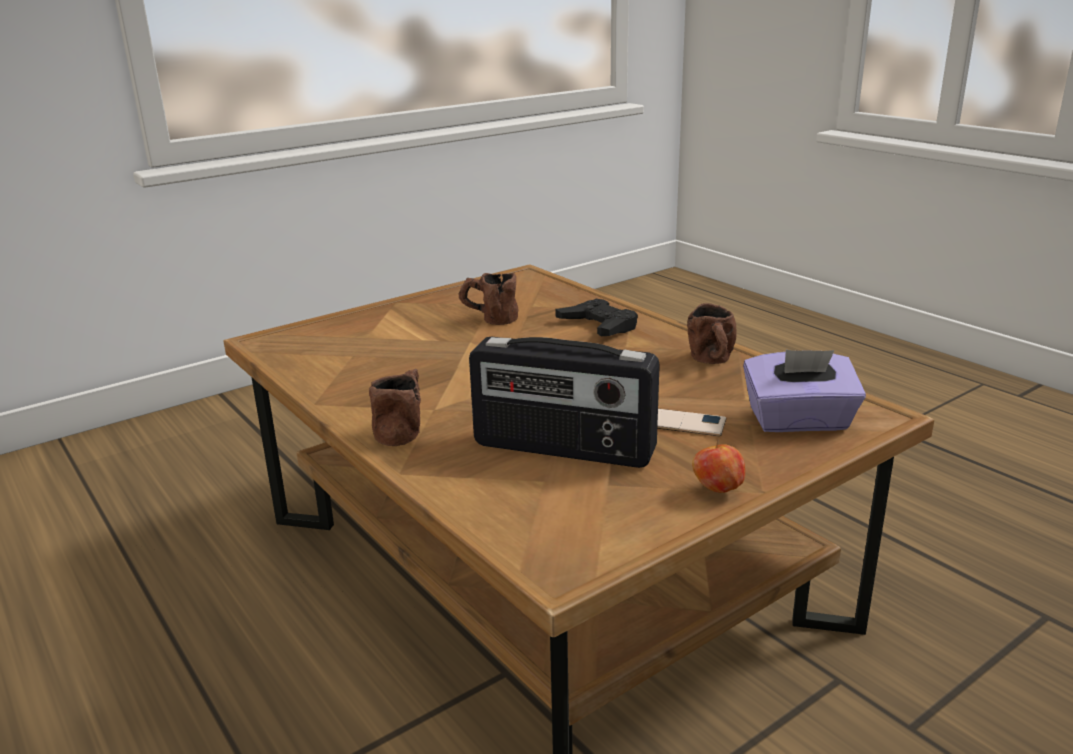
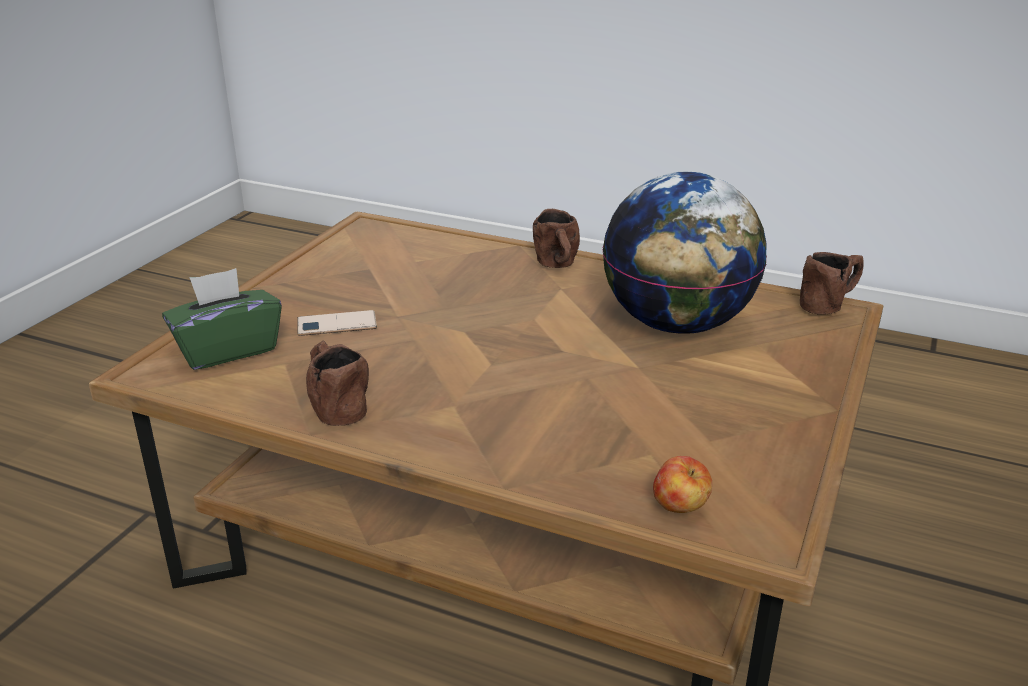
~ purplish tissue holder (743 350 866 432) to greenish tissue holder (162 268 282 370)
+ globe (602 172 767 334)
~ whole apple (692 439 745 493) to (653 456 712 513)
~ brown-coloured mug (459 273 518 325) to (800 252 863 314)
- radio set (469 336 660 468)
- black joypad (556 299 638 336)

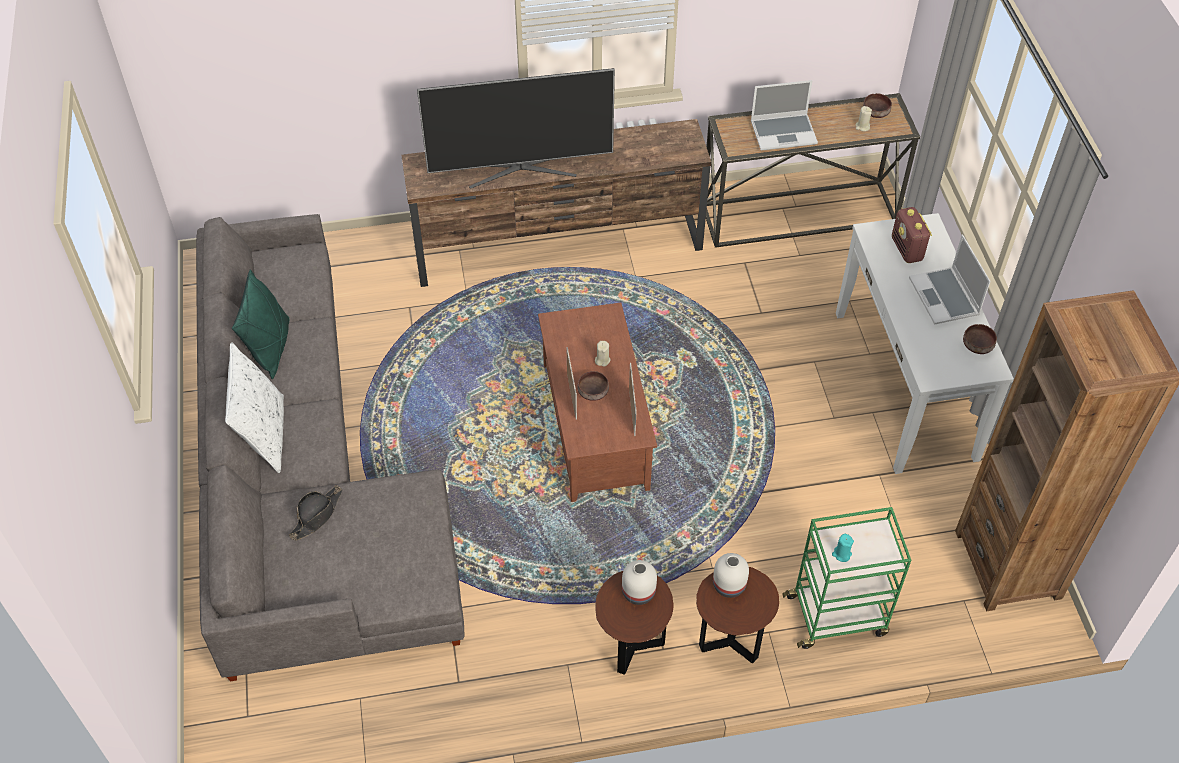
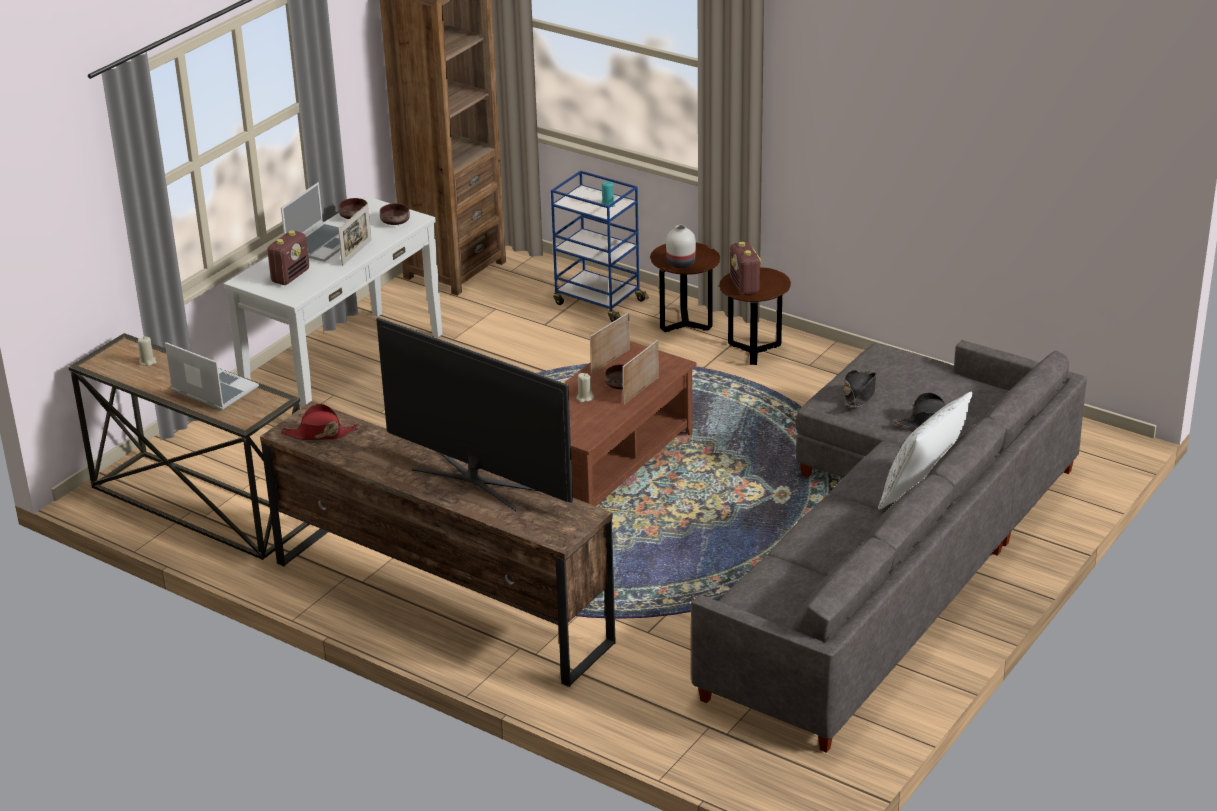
+ red-coloured clothing hat (281 404 360 440)
+ standing frame (338 204 371 266)
~ brown-coloured serving bowl (863 93 892 118) to (380 203 410 225)
~ greenish wheeled cart (782 507 911 649) to blue wheeled cart (551 170 649 322)
~ whitish vase (622 560 657 605) to radio set (730 242 763 295)
+ black clothing hat (844 370 876 408)
- greenish pillow (232 269 289 379)

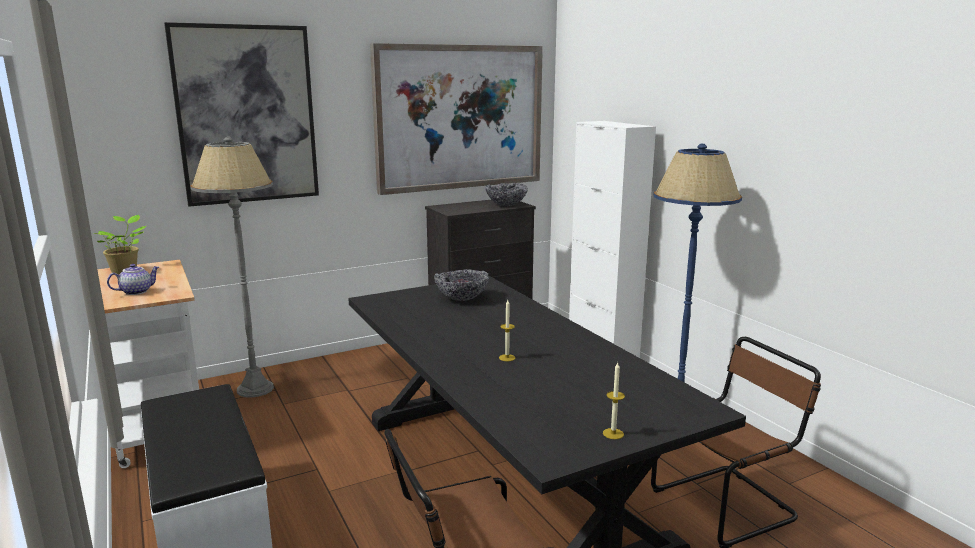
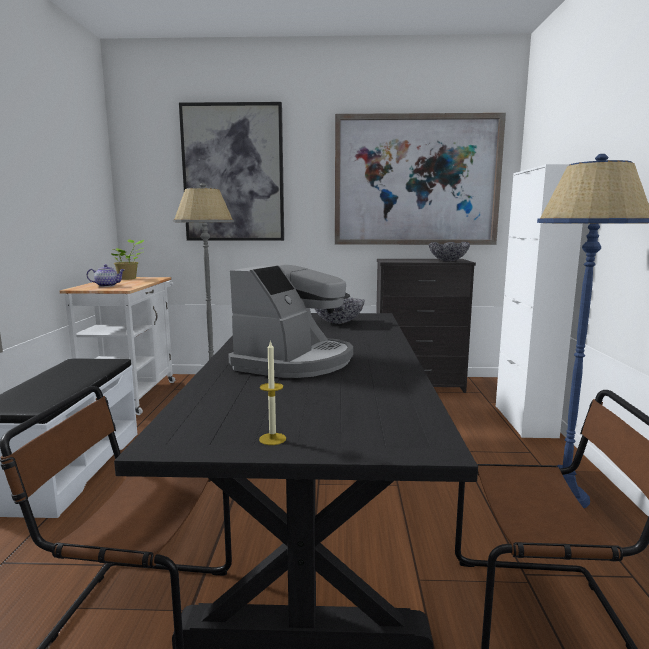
~ wax light (499 300 515 361) to coffee brewer (228 263 353 378)

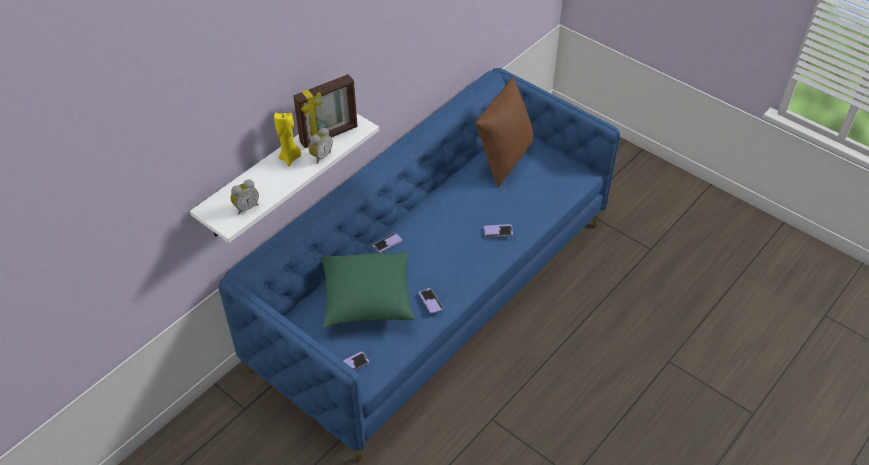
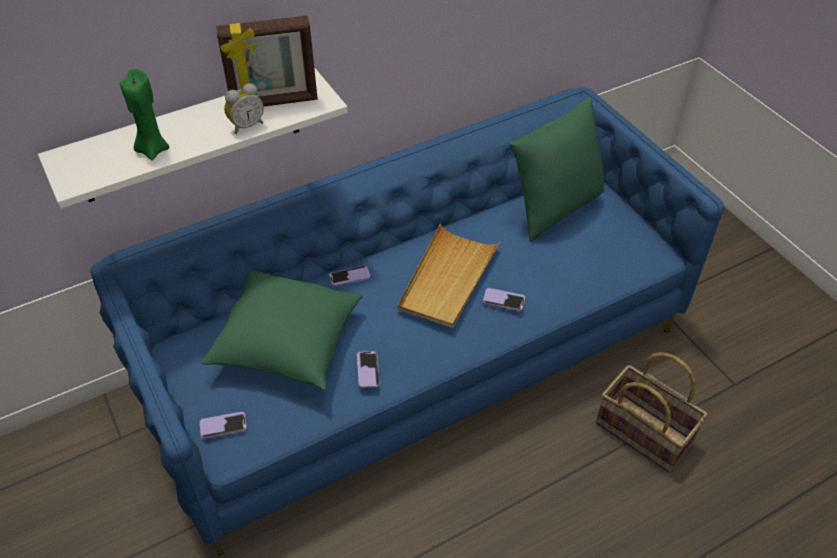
+ greenish wax light (120 69 169 160)
+ sand-coloured serving tray (397 224 500 328)
~ brown-coloured pillow (475 78 533 187) to greenish pillow (509 97 604 242)
+ basket (596 352 708 473)
- bedside clock (230 180 259 215)
- yellow wax light (274 112 301 166)

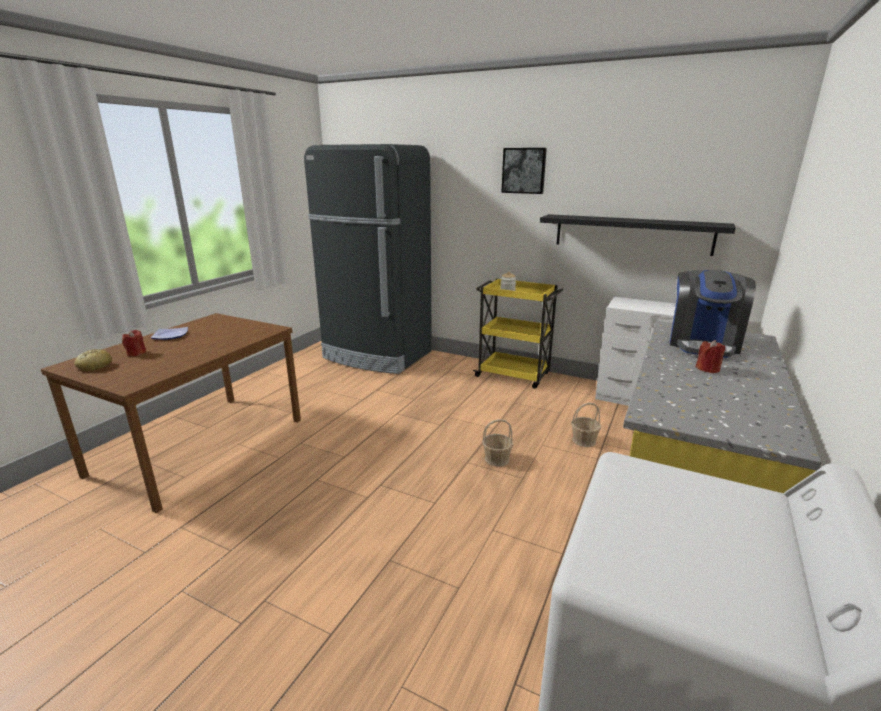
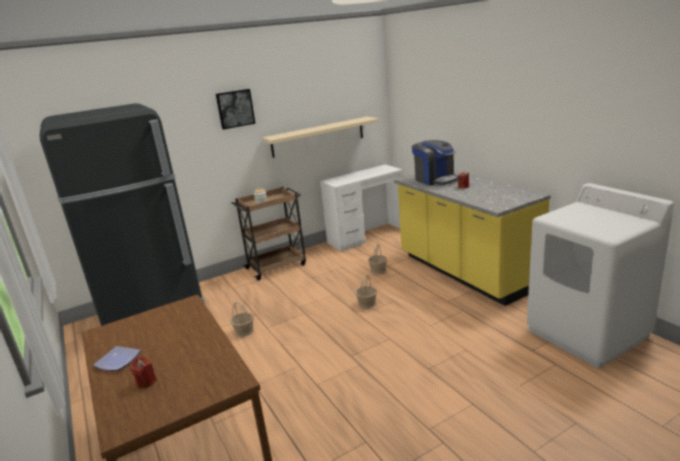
+ basket (231 302 254 337)
~ yellow wheeled cart (473 278 563 389) to brown-coloured wheeled cart (232 187 306 280)
~ black wall shelf (540 214 735 256) to sand-coloured wall shelf (262 117 379 158)
- baked bread (74 349 112 371)

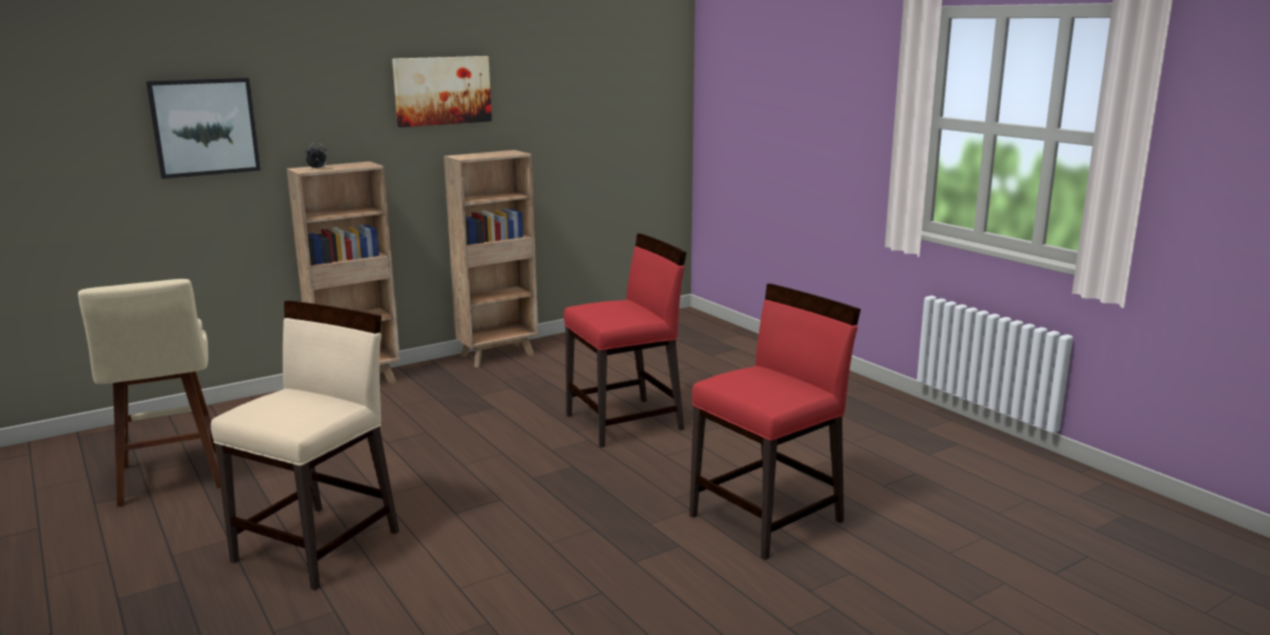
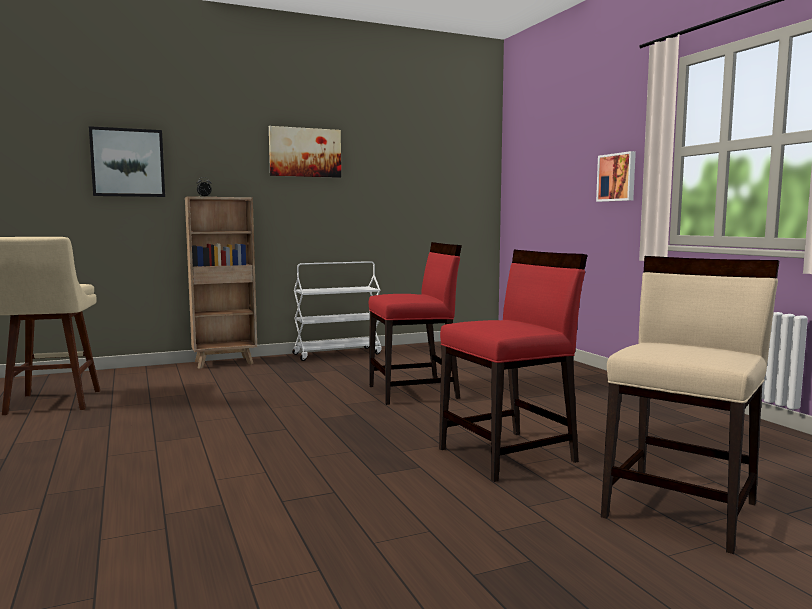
~ brown-coloured bookshelf (444 150 538 367) to whitish wheeled cart (292 261 382 361)
+ wall art (596 151 636 202)
~ sand-coloured chair (211 301 399 591) to (601 256 779 554)

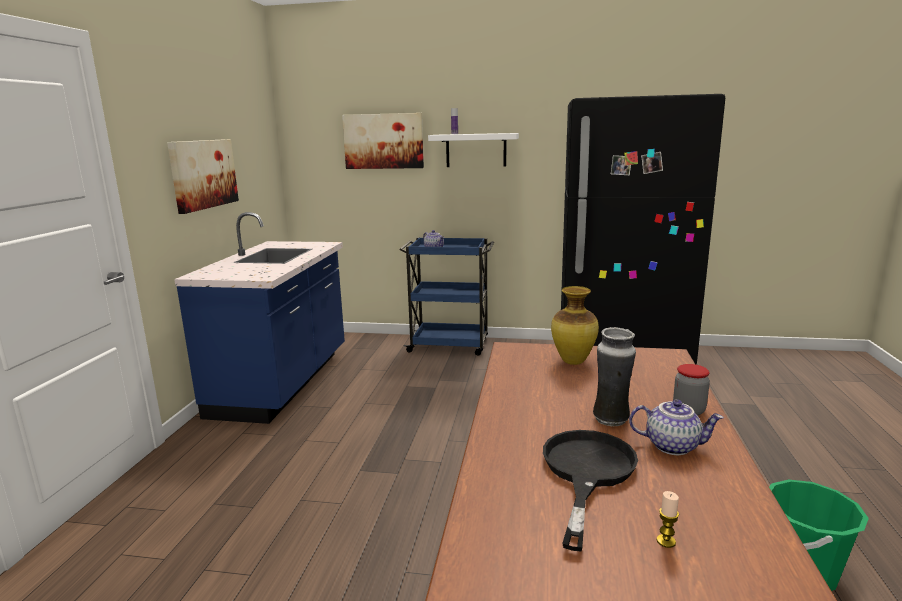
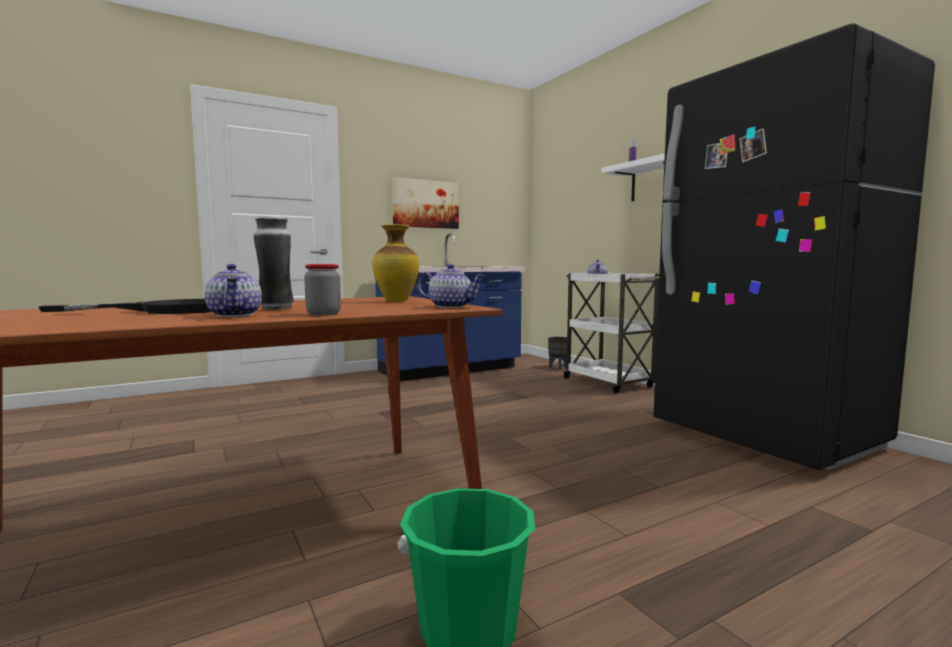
+ teapot (417 264 485 308)
+ black flower pot (548 337 567 370)
~ blue wheeled cart (400 237 494 356) to whitish wheeled cart (563 273 659 393)
- wall art (342 113 424 169)
- wax light (656 491 679 548)

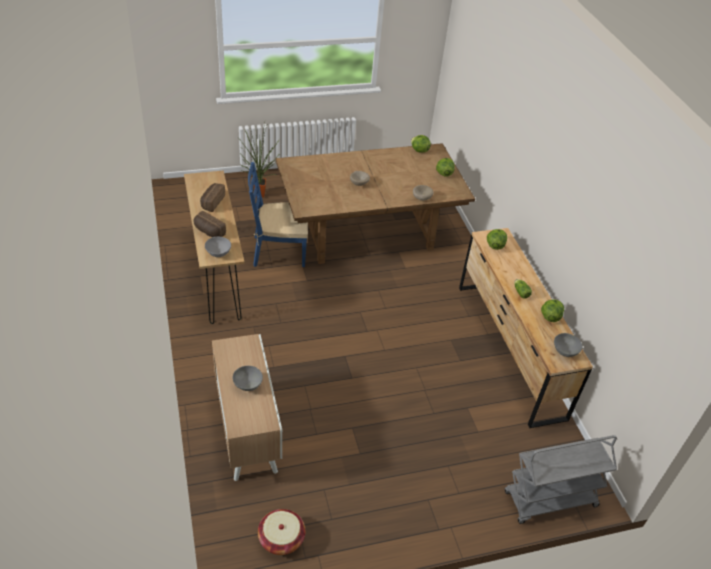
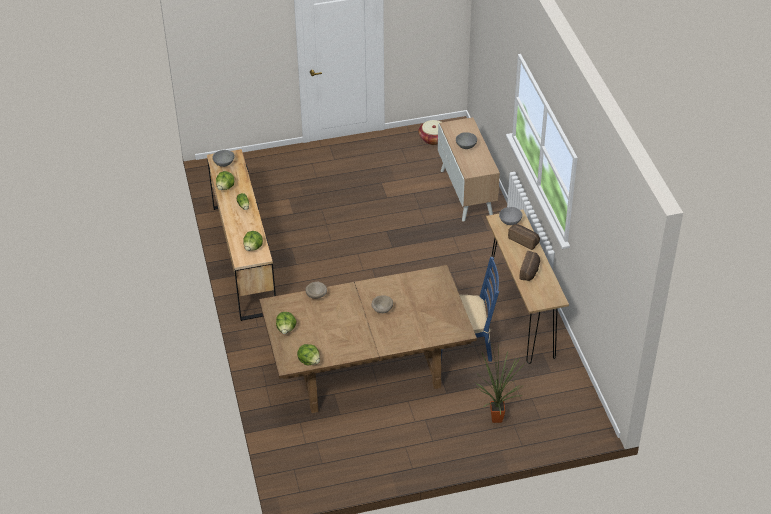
- grey wheeled cart (504 435 617 524)

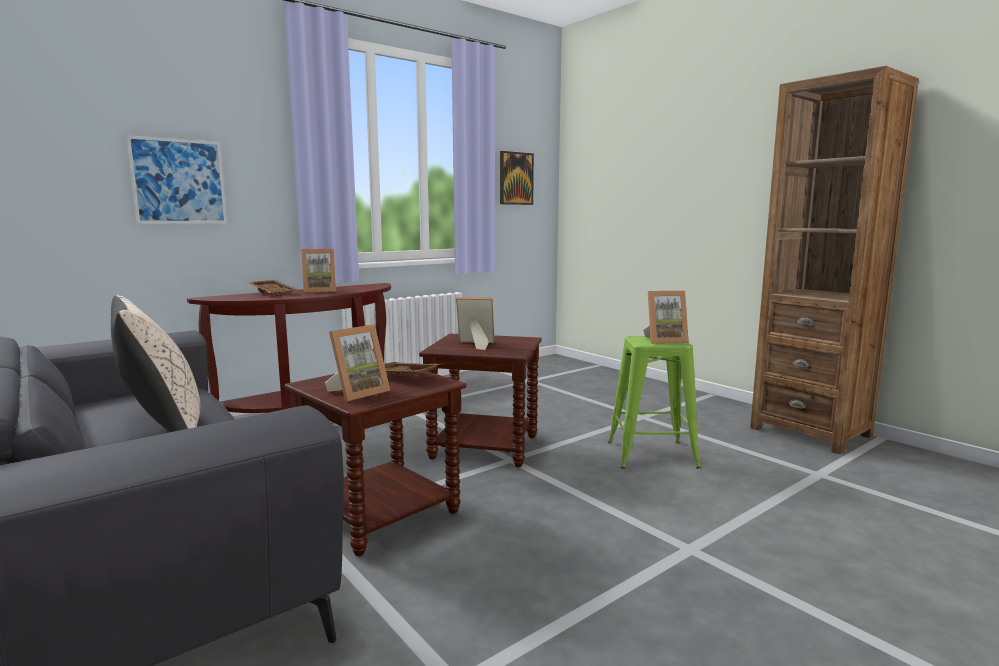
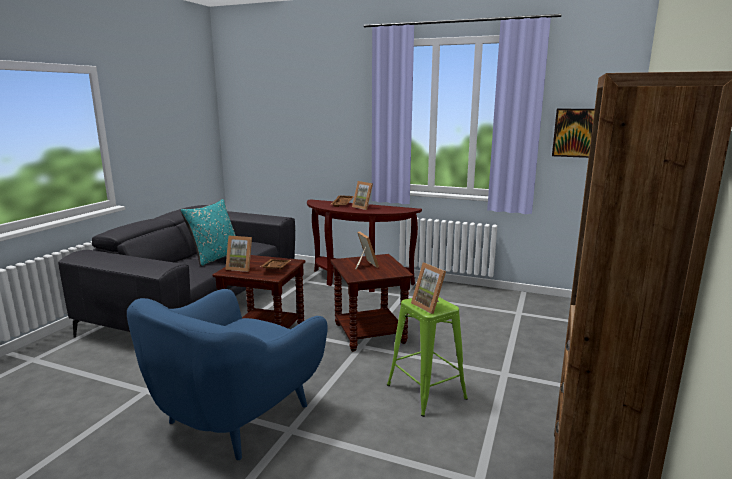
+ blue lounge chair (127 289 328 460)
~ sand-coloured pillow (111 295 200 432) to turquoise pillow (181 199 236 266)
- wall art (127 135 227 224)

